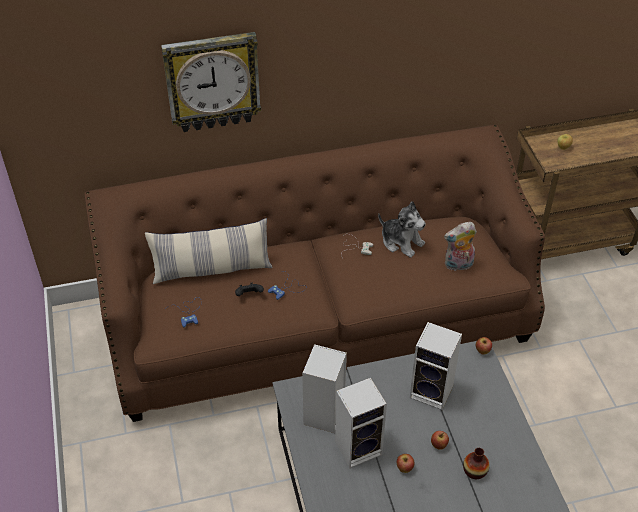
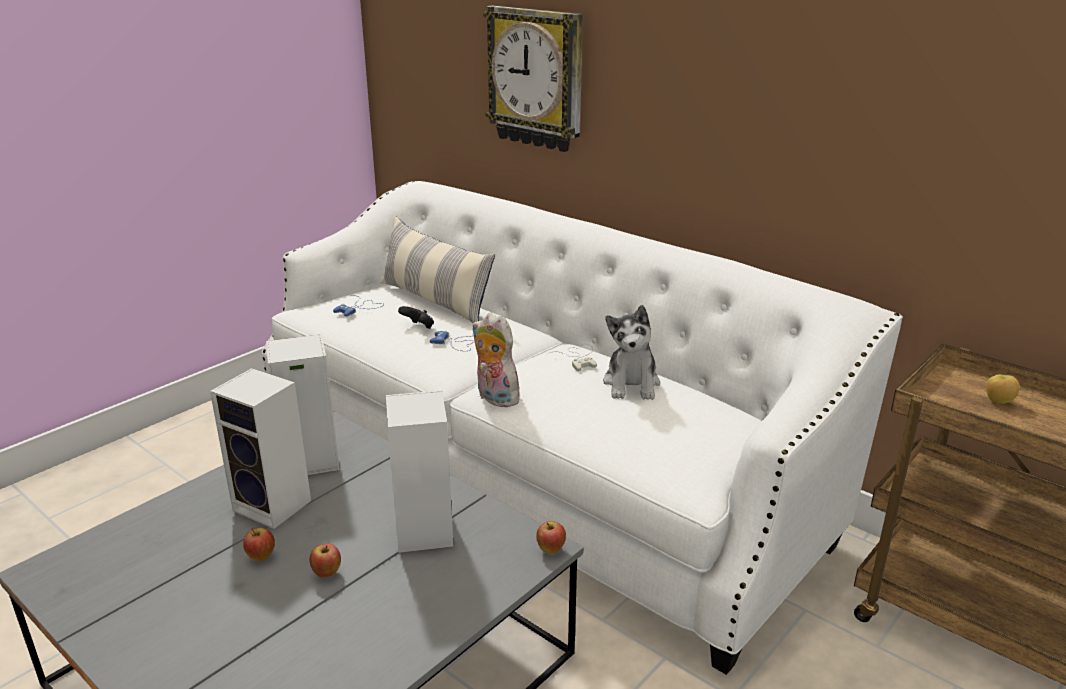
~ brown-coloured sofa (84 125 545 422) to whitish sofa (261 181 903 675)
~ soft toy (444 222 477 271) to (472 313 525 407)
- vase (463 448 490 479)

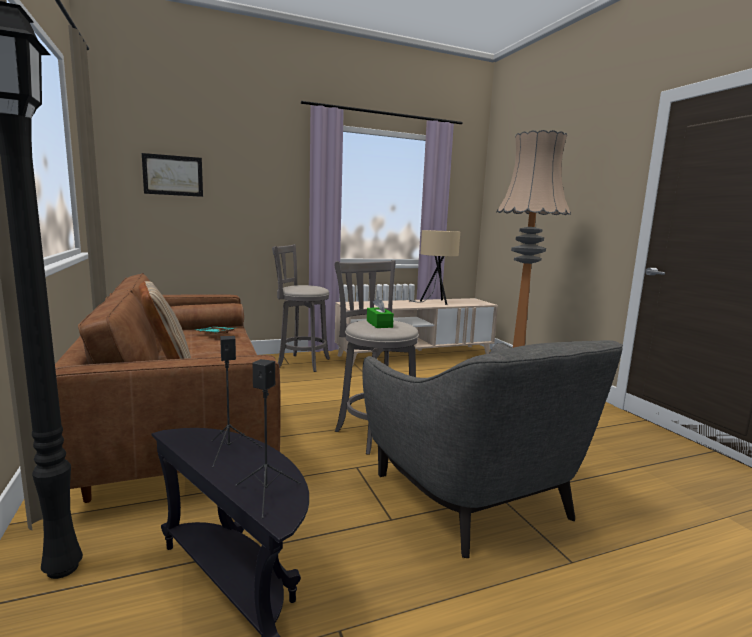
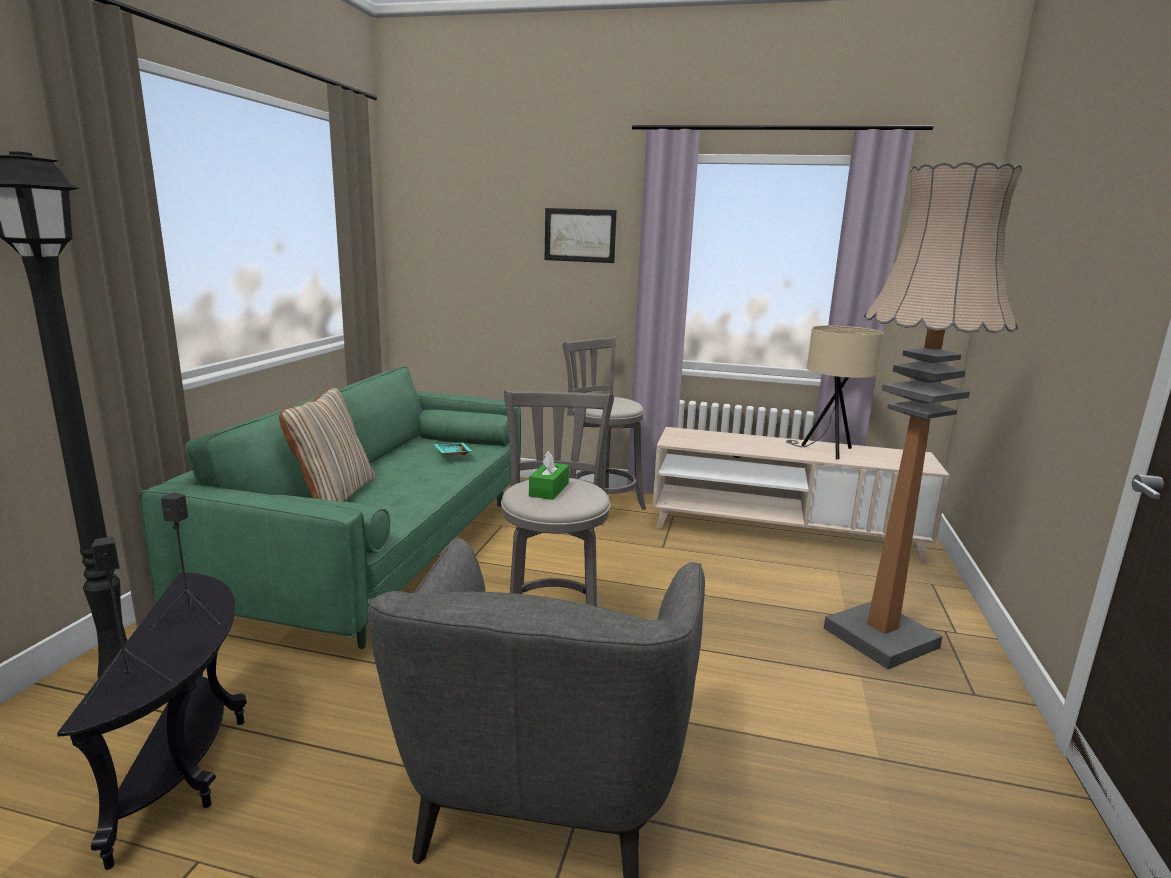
~ brown-coloured sofa (55 273 281 503) to greenish sofa (139 366 521 649)
~ wall art (142 153 203 197) to (545 208 617 263)

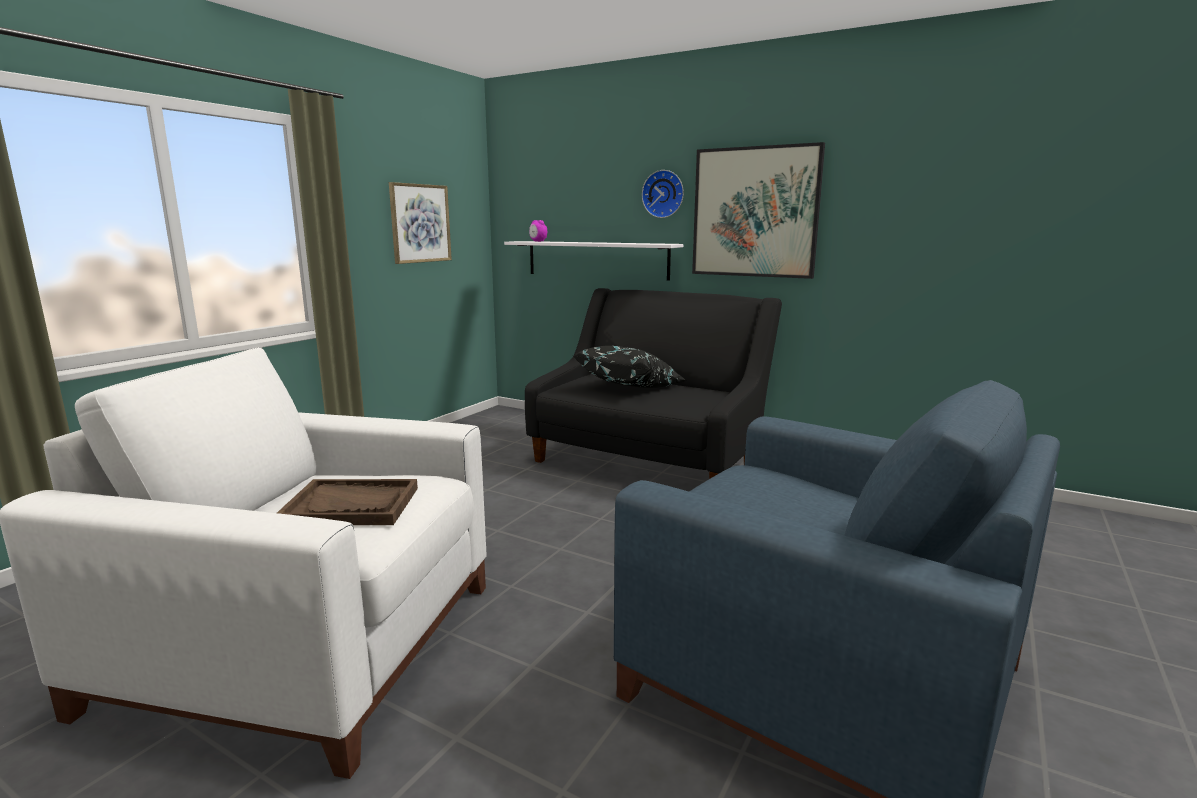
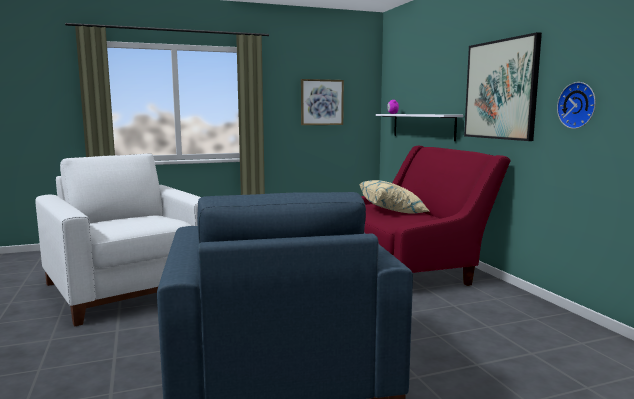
~ black pillow (573 346 687 388) to sand-coloured pillow (359 180 429 214)
~ black sofa (525 288 782 479) to red-coloured sofa (361 146 511 286)
~ clock on the wall (642 170 684 218) to (557 82 596 129)
- brown-coloured serving tray (277 479 418 525)

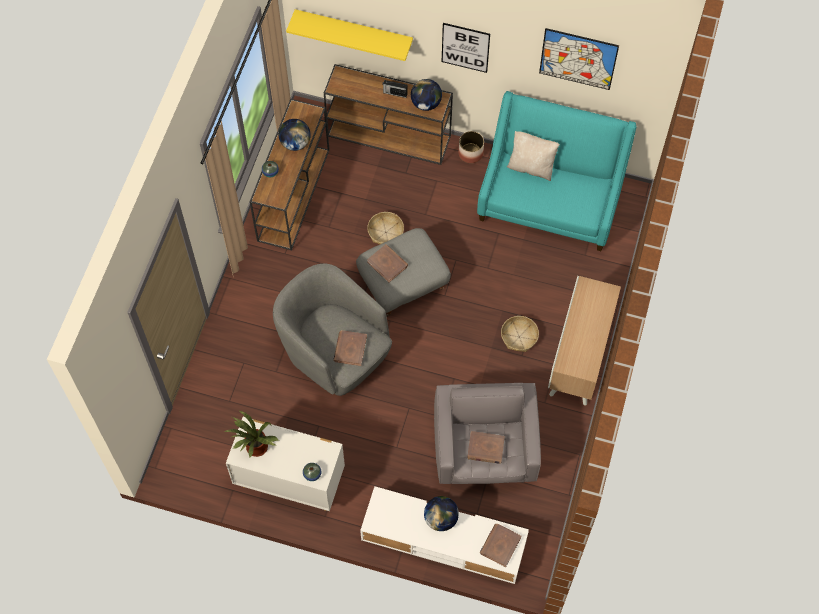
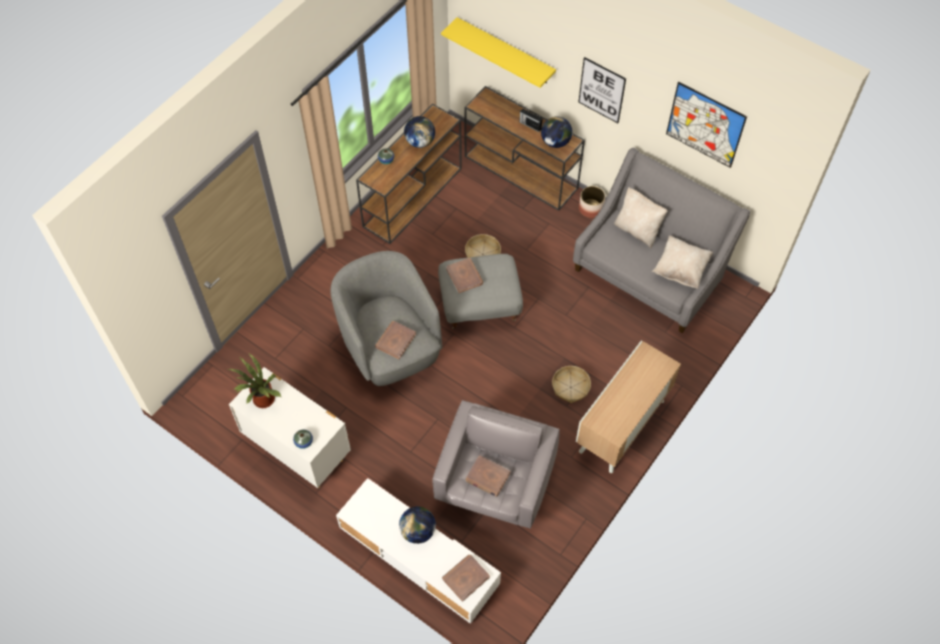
~ turquoise sofa (477 91 636 251) to grey sofa (573 148 750 333)
+ sand-coloured pillow (652 236 713 289)

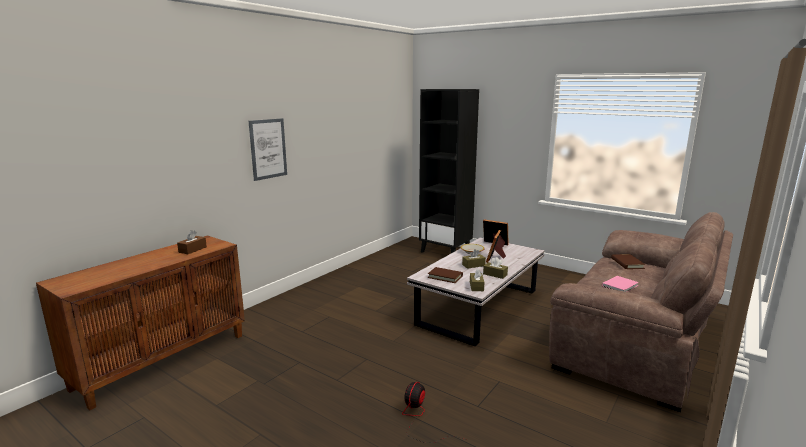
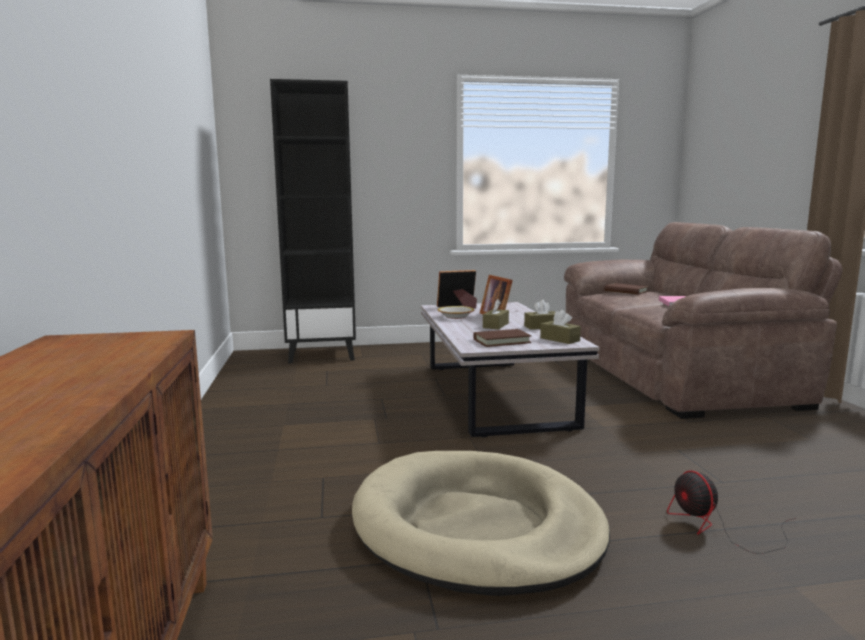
+ sand-coloured pet bed (352 451 610 596)
- brown-coloured tissue holder (177 230 207 254)
- wall art (249 118 287 181)

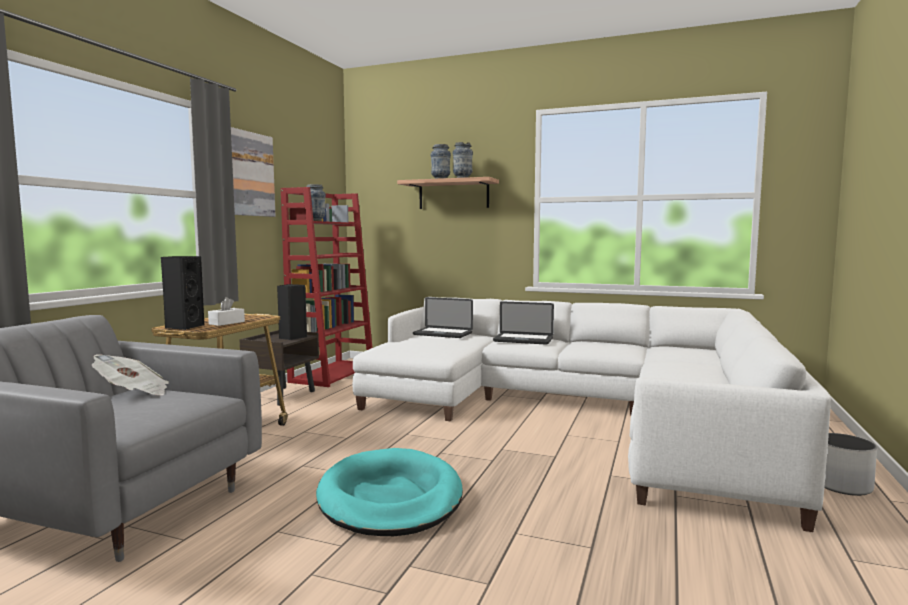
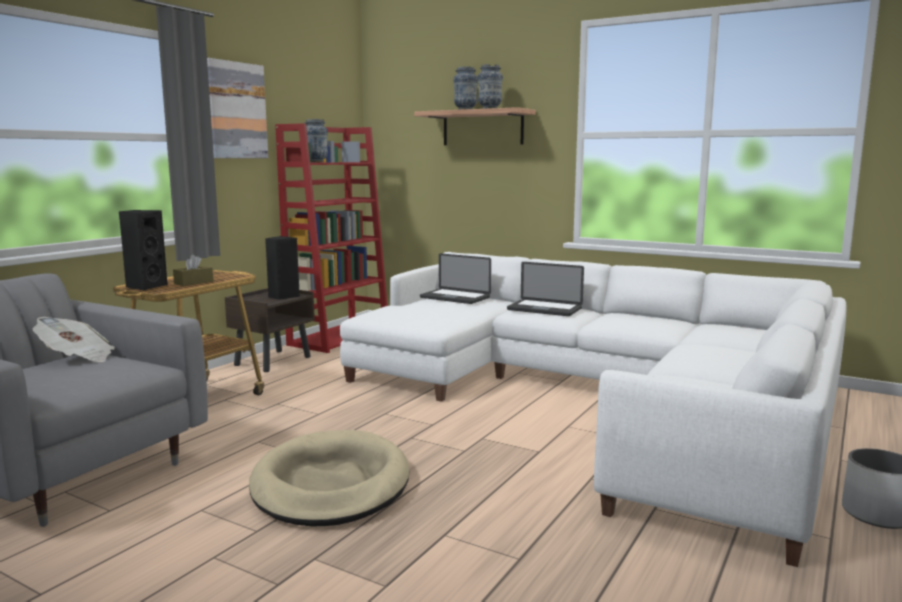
~ whitish tissue holder (208 297 245 326) to brown-coloured tissue holder (173 255 213 286)
~ turquoise pet bed (316 448 463 536) to sand-coloured pet bed (249 430 409 527)

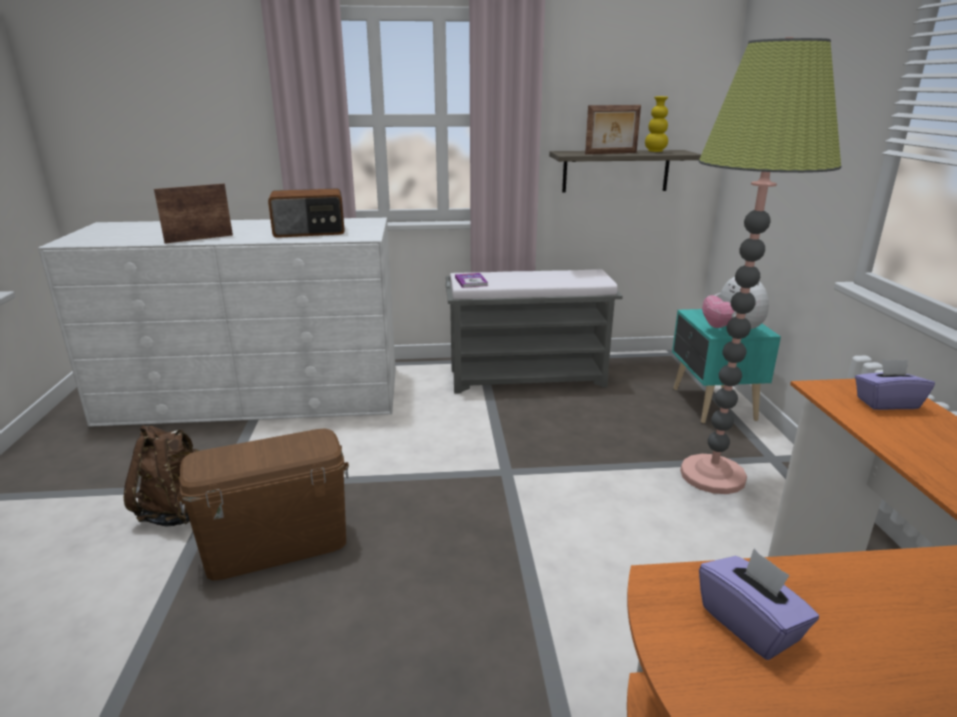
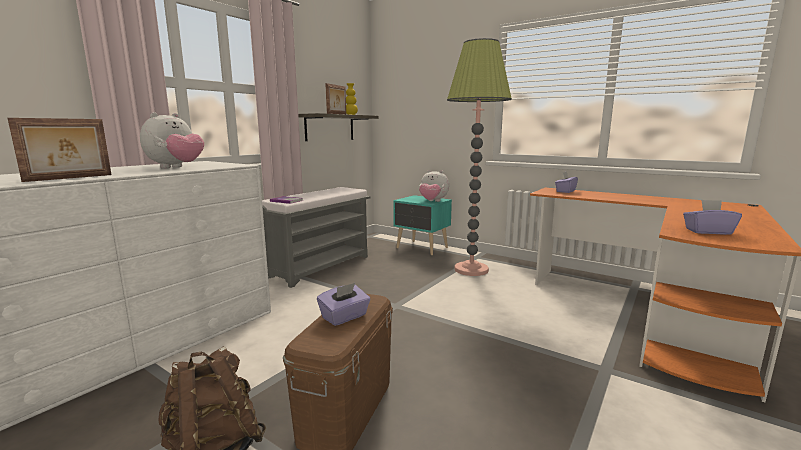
~ standing frame (154 183 233 244) = (7 118 111 182) 150 degrees counterclockwise
~ radio set (268 188 345 238) to soft toy (140 112 204 168)
+ purplish tissue holder (317 283 371 326)

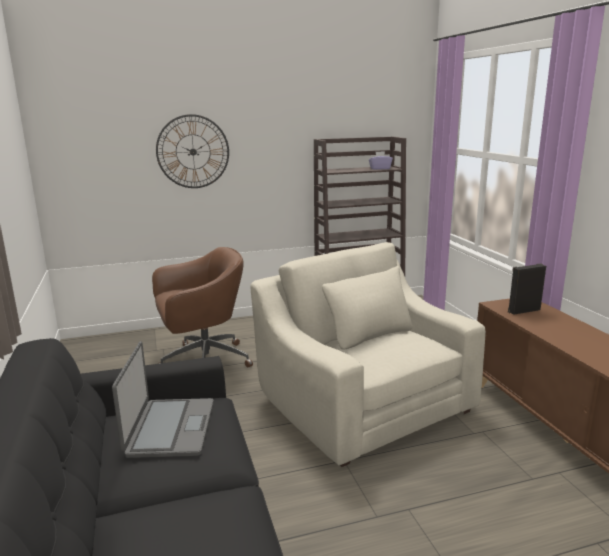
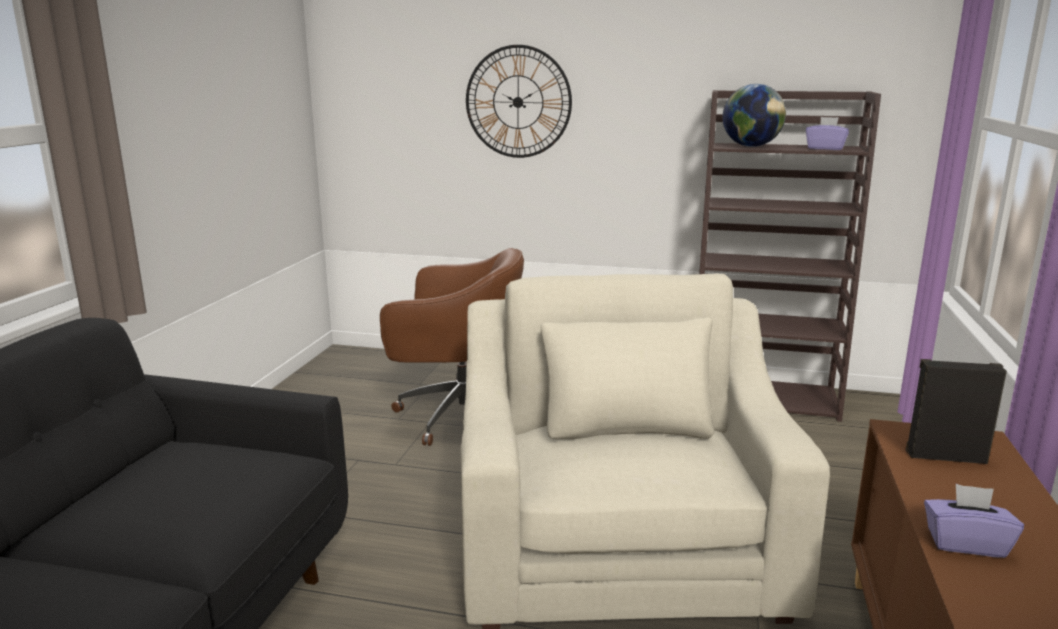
+ globe (722 84 786 147)
+ purplish tissue holder (924 484 1024 558)
- laptop (112 341 214 458)

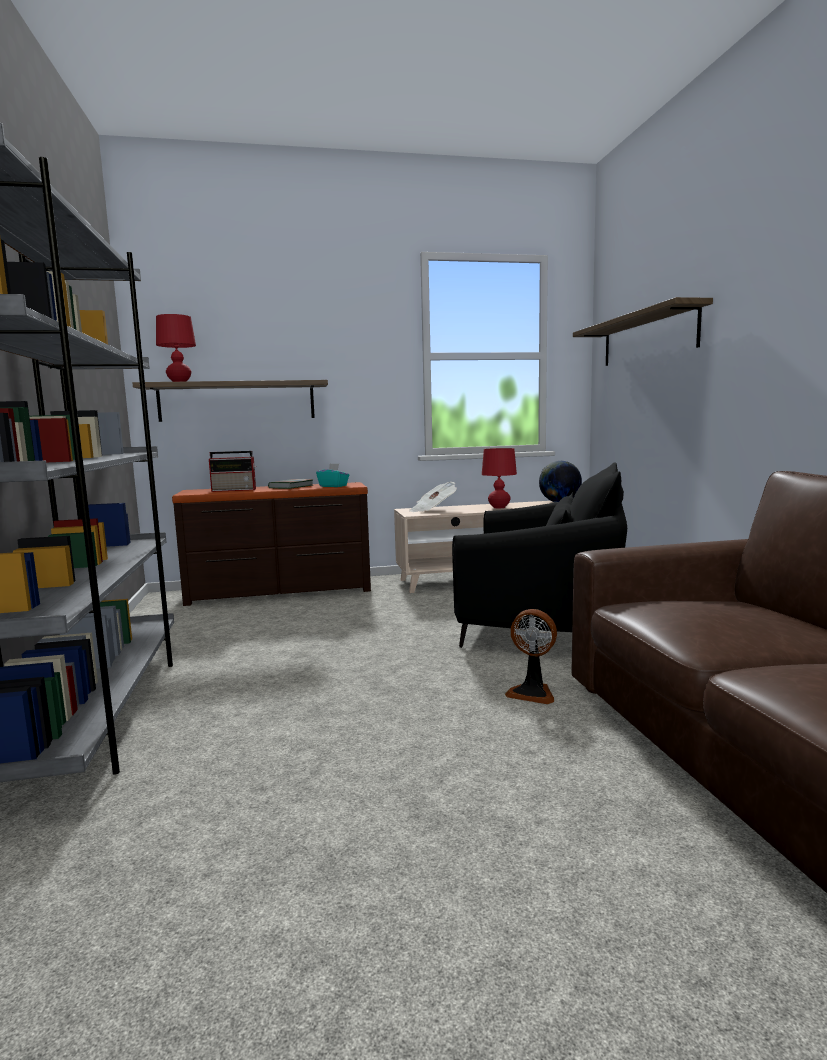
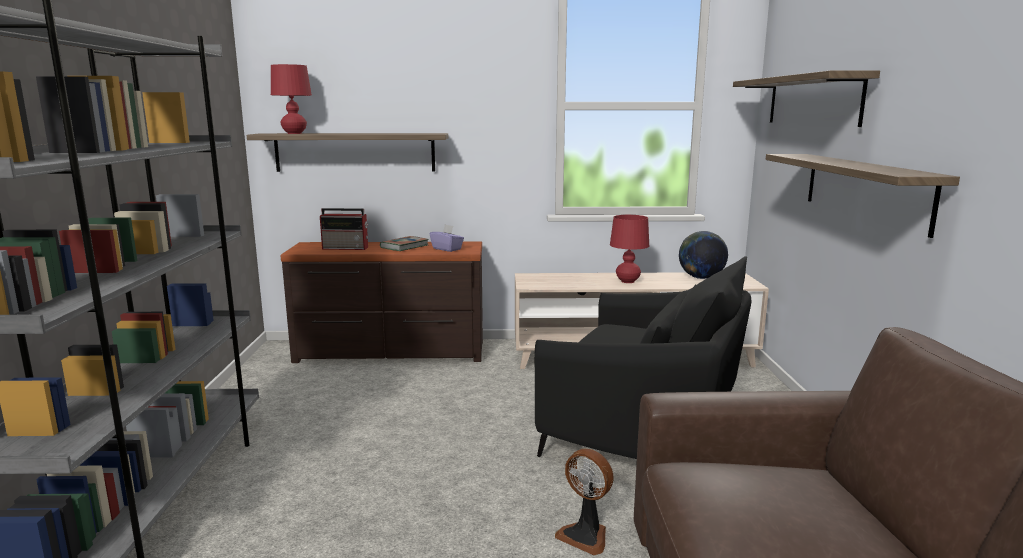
~ turquoise tissue holder (316 464 349 487) to purplish tissue holder (430 225 464 252)
+ wall shelf (766 154 960 238)
- daily paper (409 482 457 512)

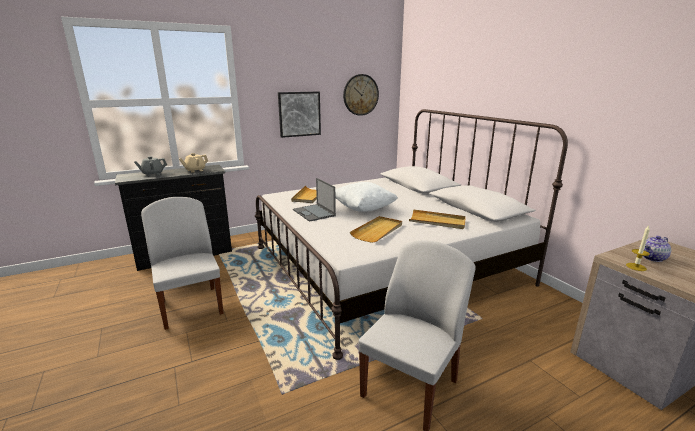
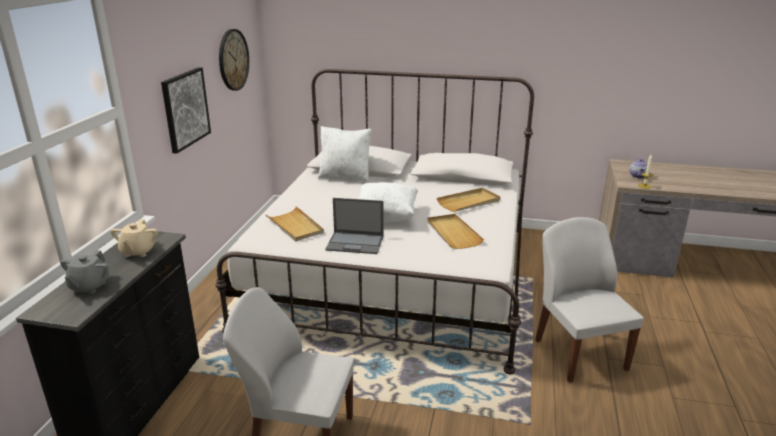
+ whitish pillow (318 126 372 182)

